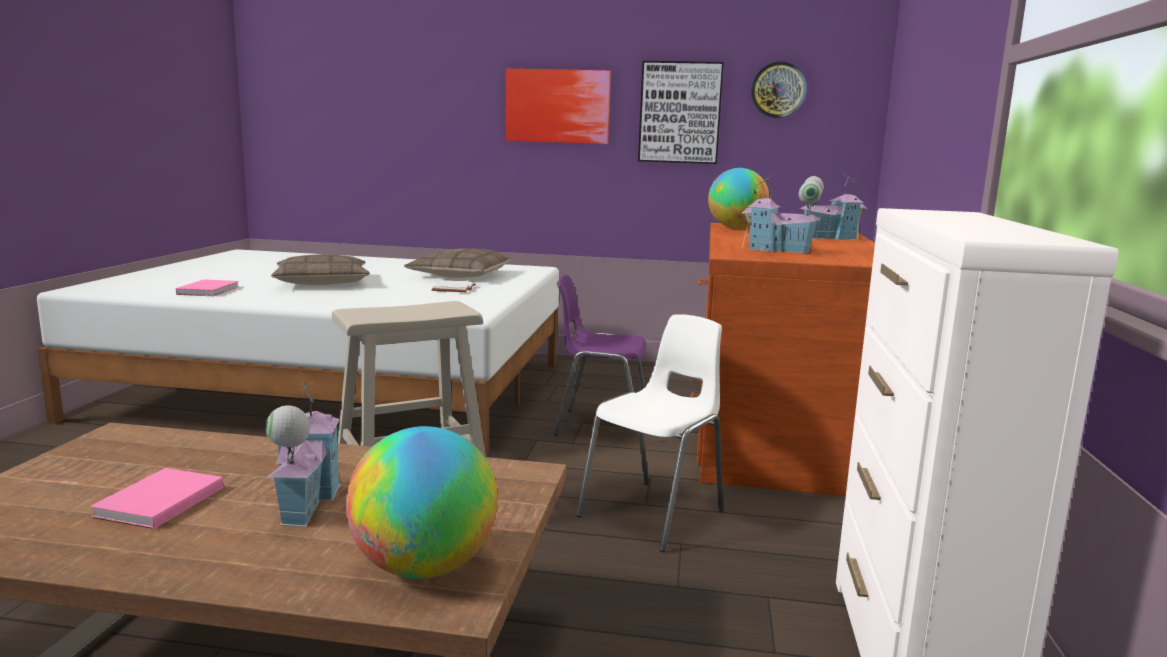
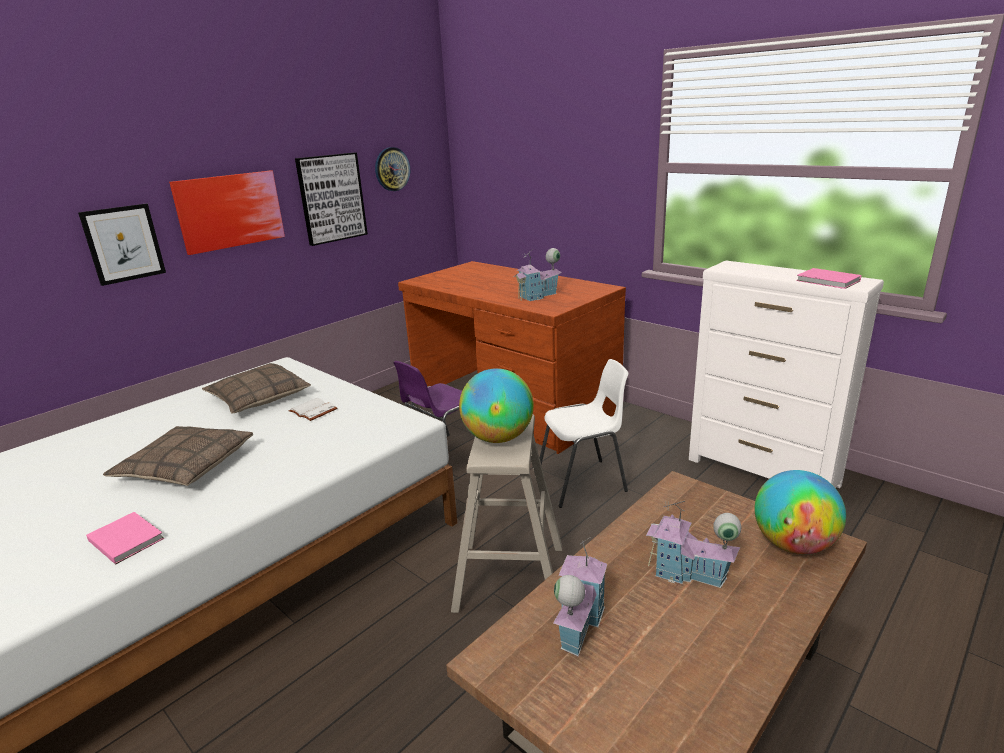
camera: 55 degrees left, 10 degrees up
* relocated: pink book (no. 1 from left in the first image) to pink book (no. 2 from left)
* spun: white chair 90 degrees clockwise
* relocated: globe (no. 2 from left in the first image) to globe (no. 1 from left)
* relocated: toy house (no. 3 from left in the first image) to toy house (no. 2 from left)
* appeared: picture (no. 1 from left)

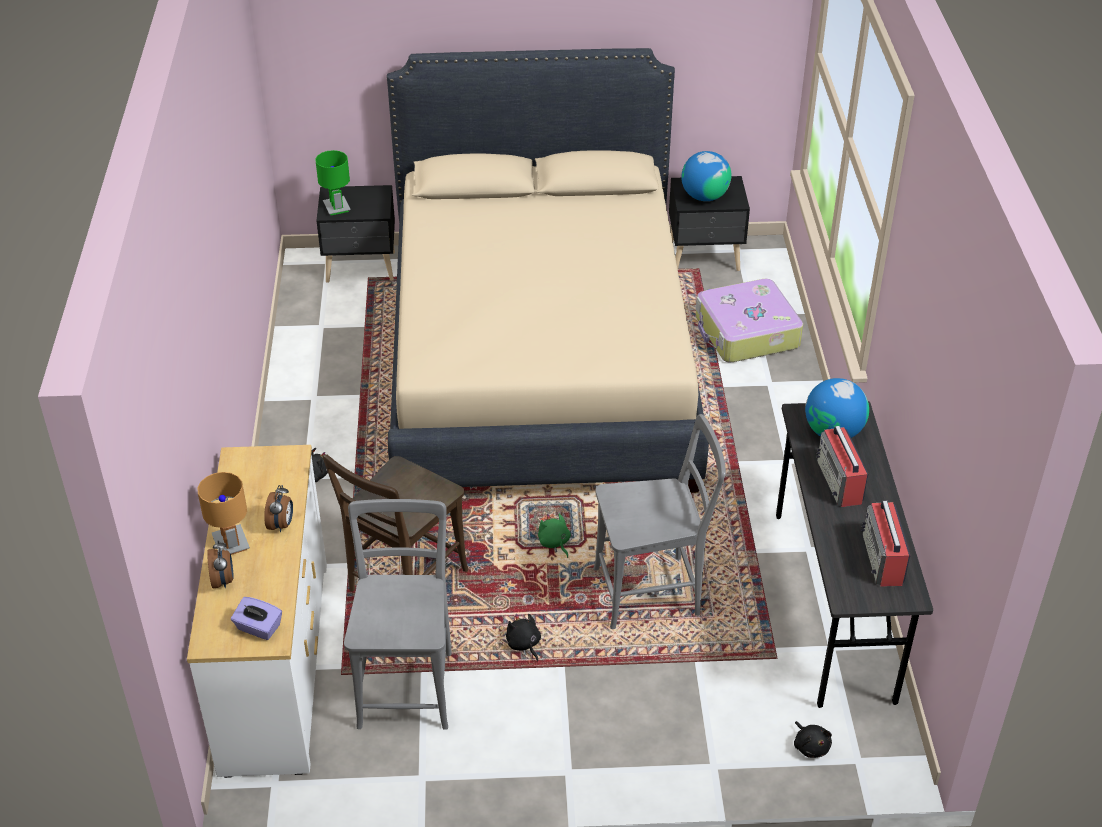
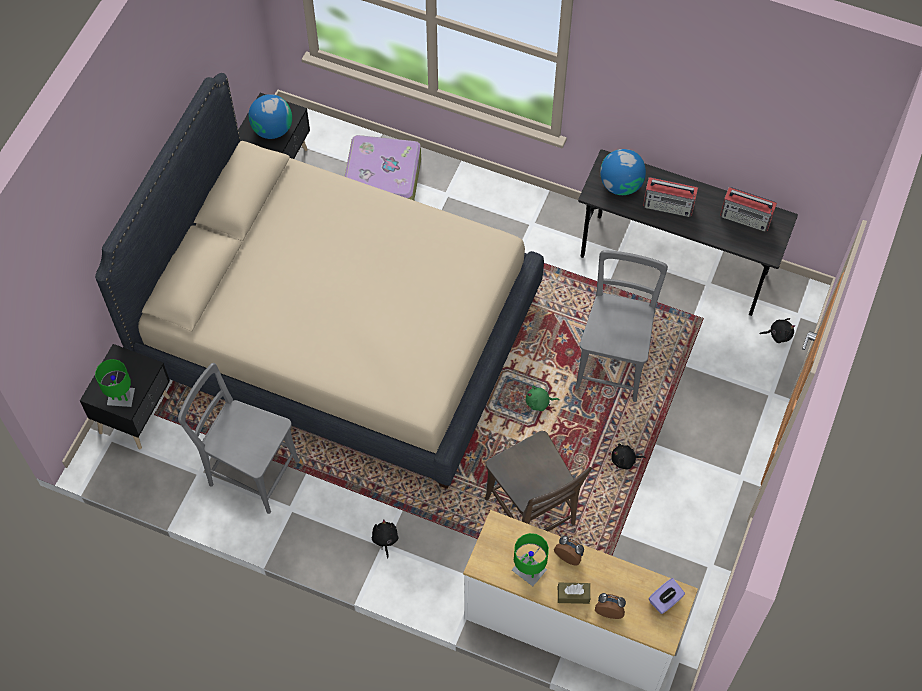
camera: 65 degrees left, 20 degrees up
* exchanged: brown table lamp to brown tissue box
* relocated: grey chair (no. 1 from left)
* appeared: green table lamp (no. 2 from left)

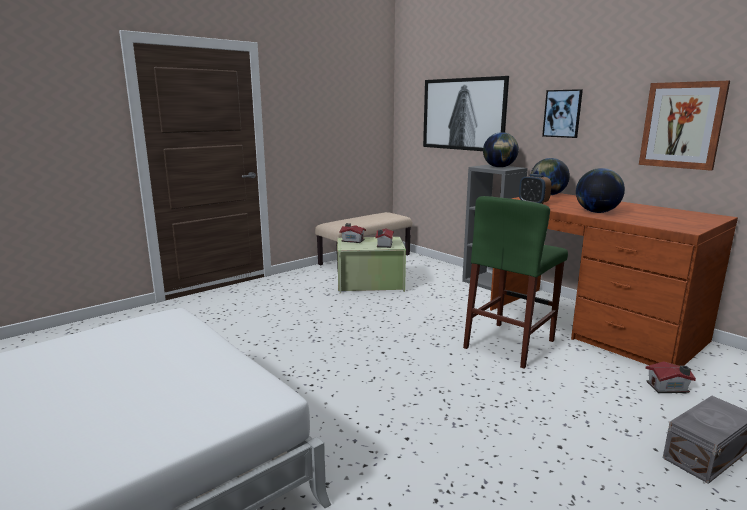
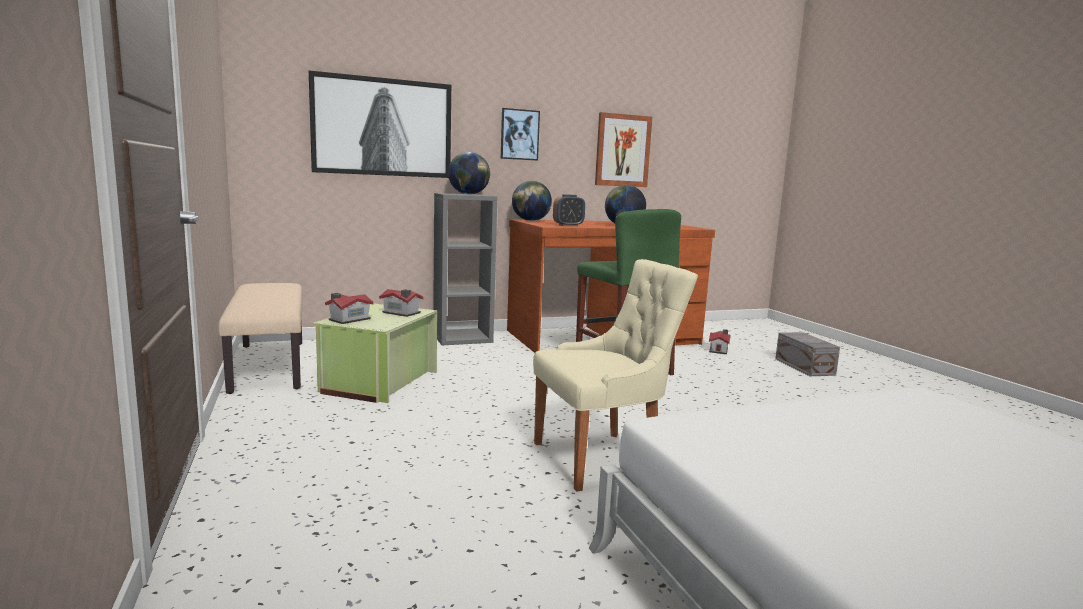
camera: 70 degrees left, 5 degrees down
* appeared: beige chair

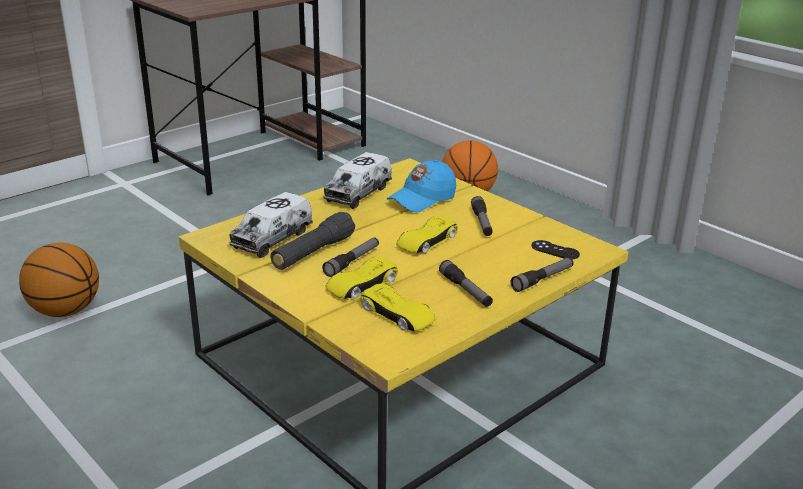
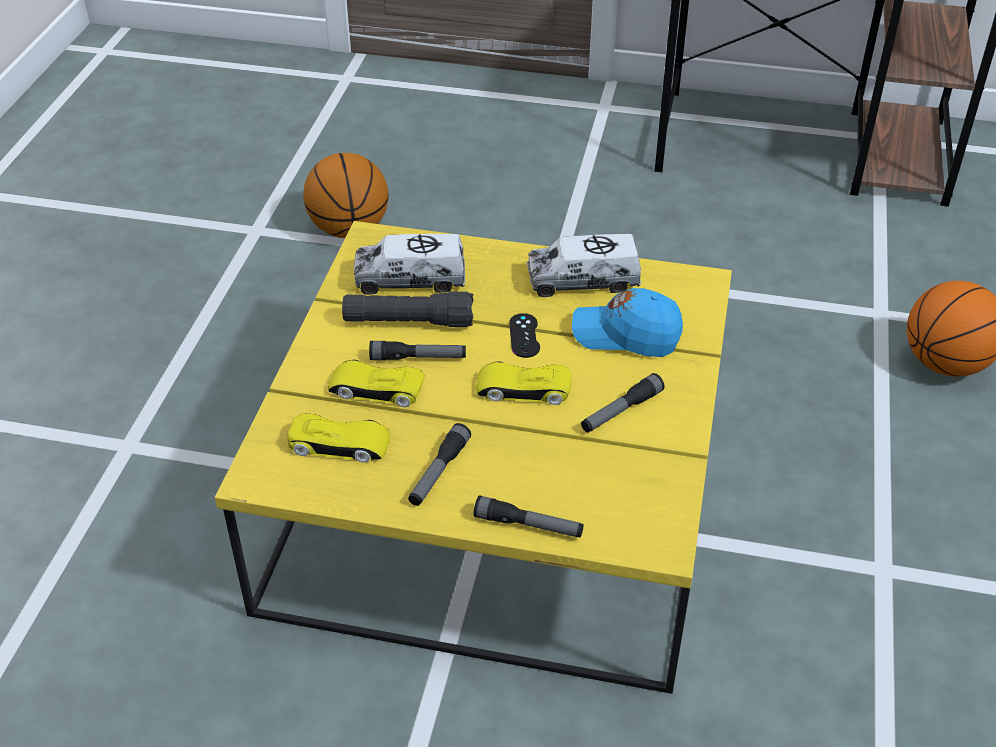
camera: 55 degrees right, 15 degrees up
* spun: yellow toy car (no. 2 from left in the first image) 90 degrees counterclockwise
* relocated: black game controller

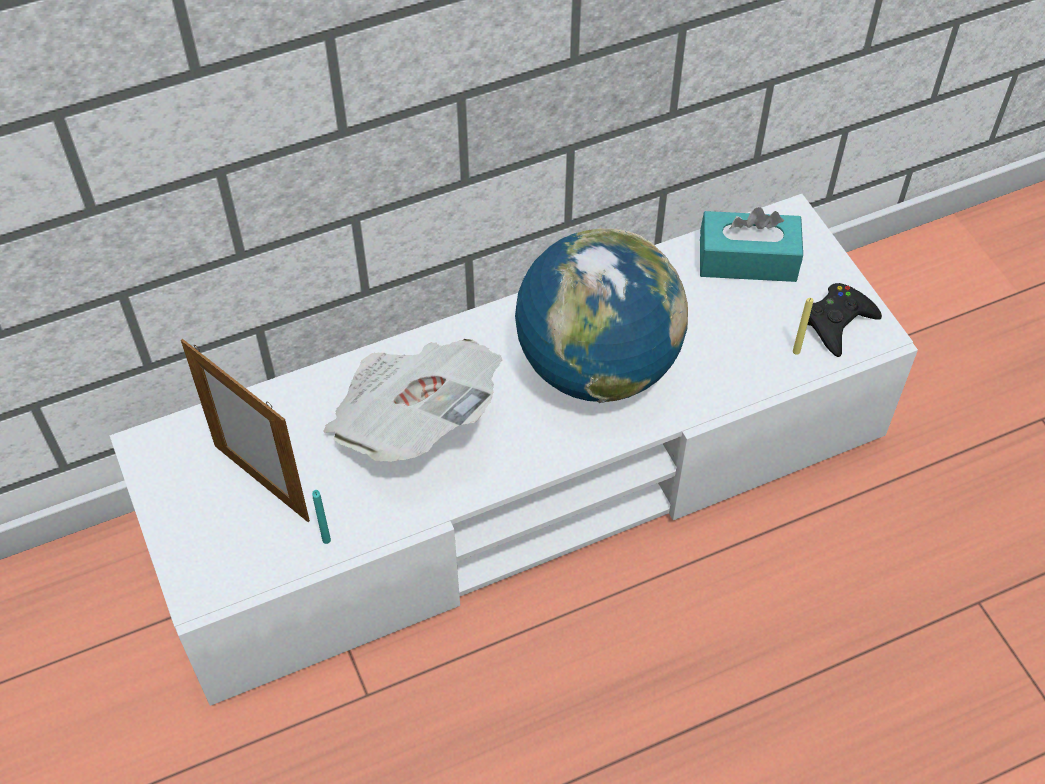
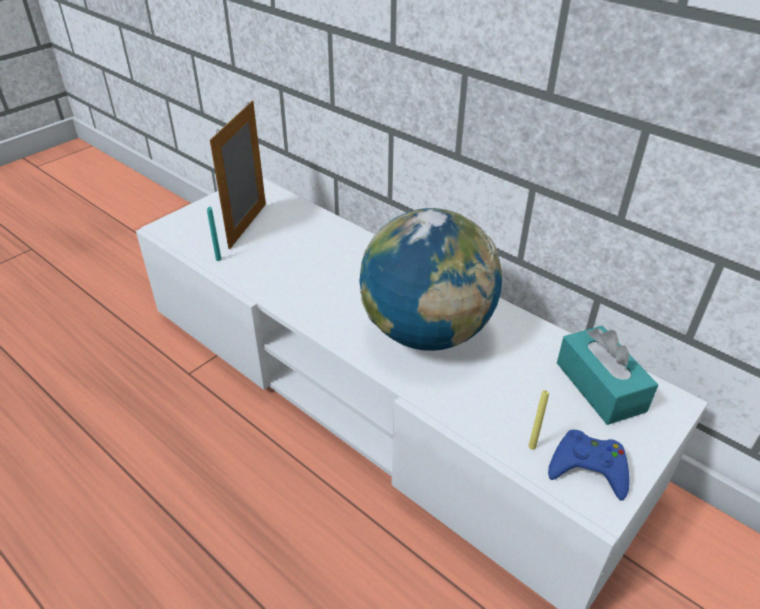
camera: 65 degrees right, 15 degrees down
* missing: newspaper
* colour: black game controller to blue game controller

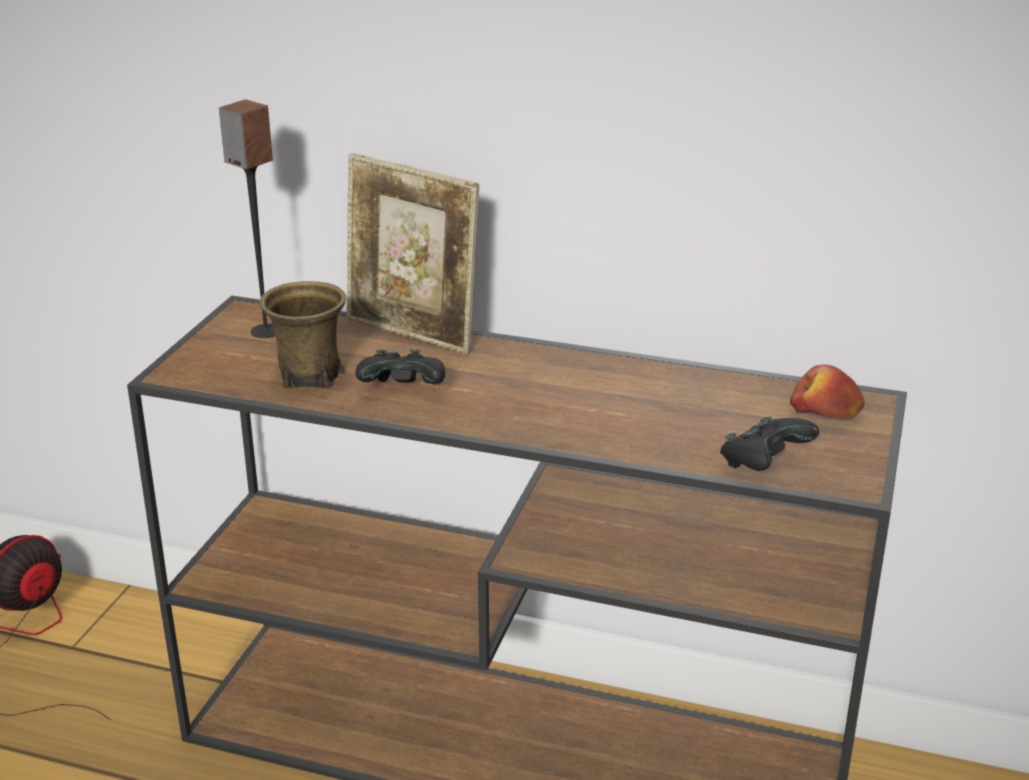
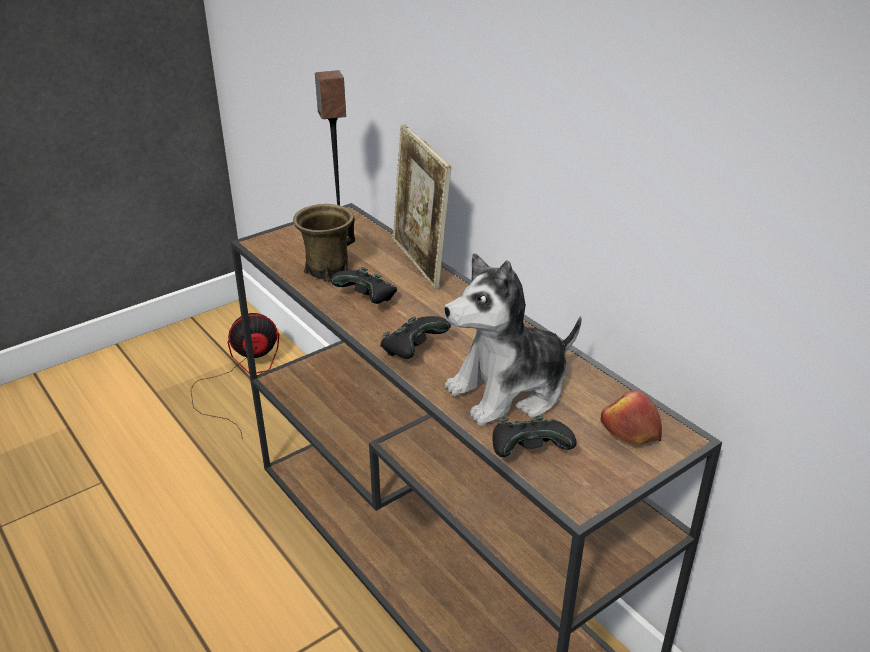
camera: 35 degrees right, 5 degrees up
* appeared: black game controller (no. 2 from left)
* appeared: plush toy

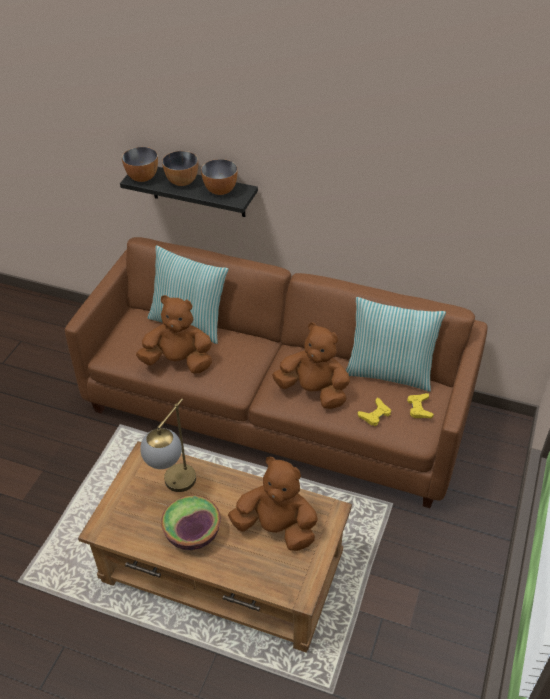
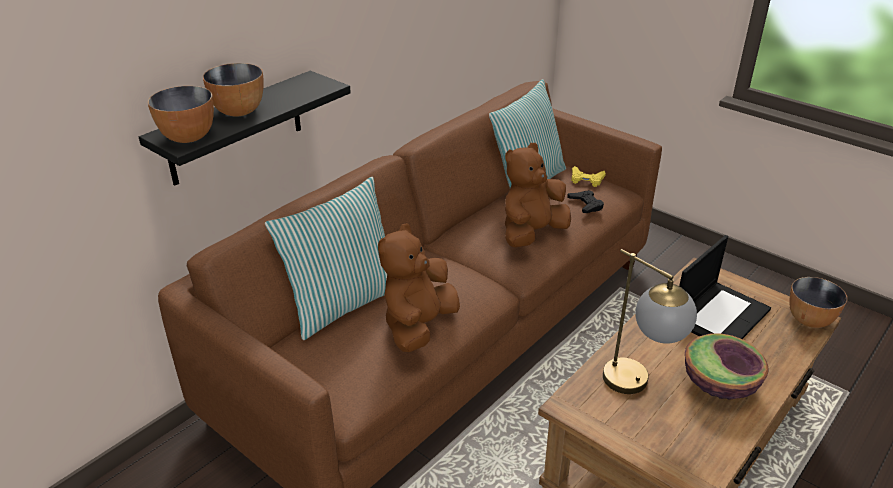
camera: 70 degrees left, 10 degrees down
* relocated: bowl (no. 4 from left)
* exchanged: brown plush toy (no. 2 from left) to laptop
* colour: yellow game controller (no. 1 from left) to black game controller

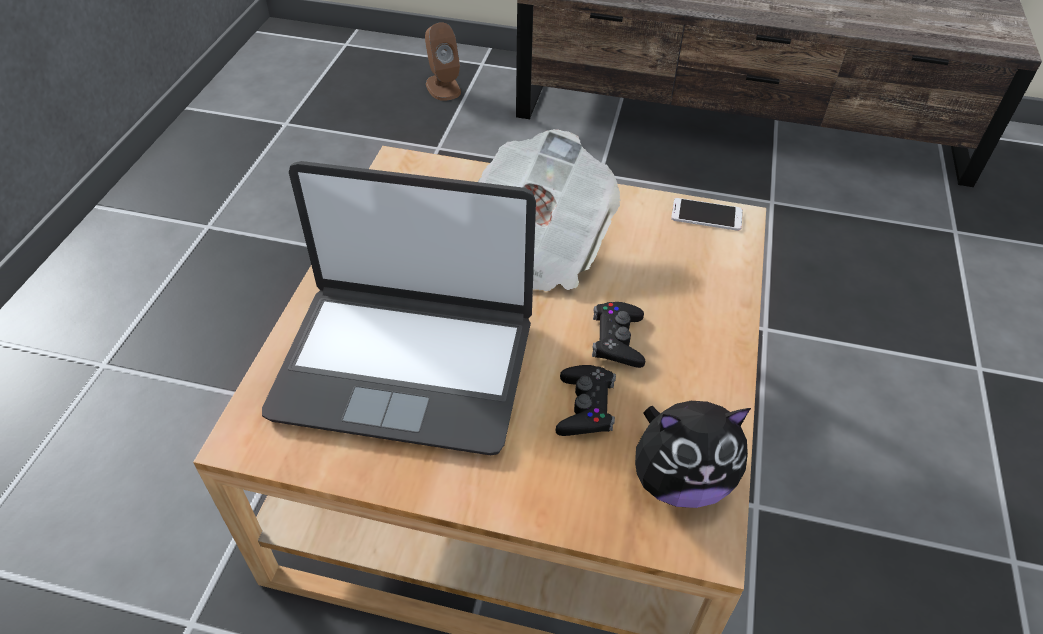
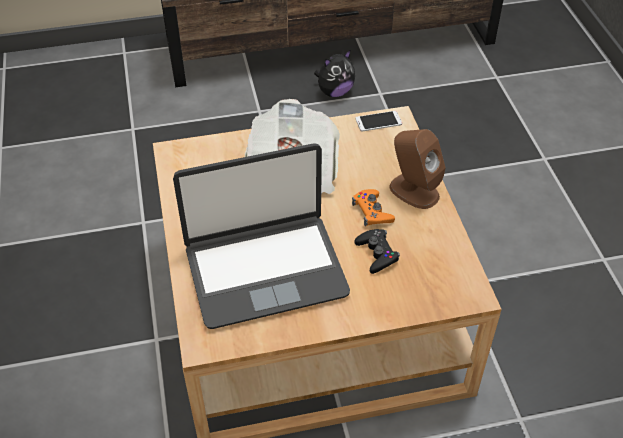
camera: 25 degrees left, 0 degrees up
* relocated: brown speaker
* colour: black game controller (no. 2 from left) to orange game controller
* relocated: plush toy

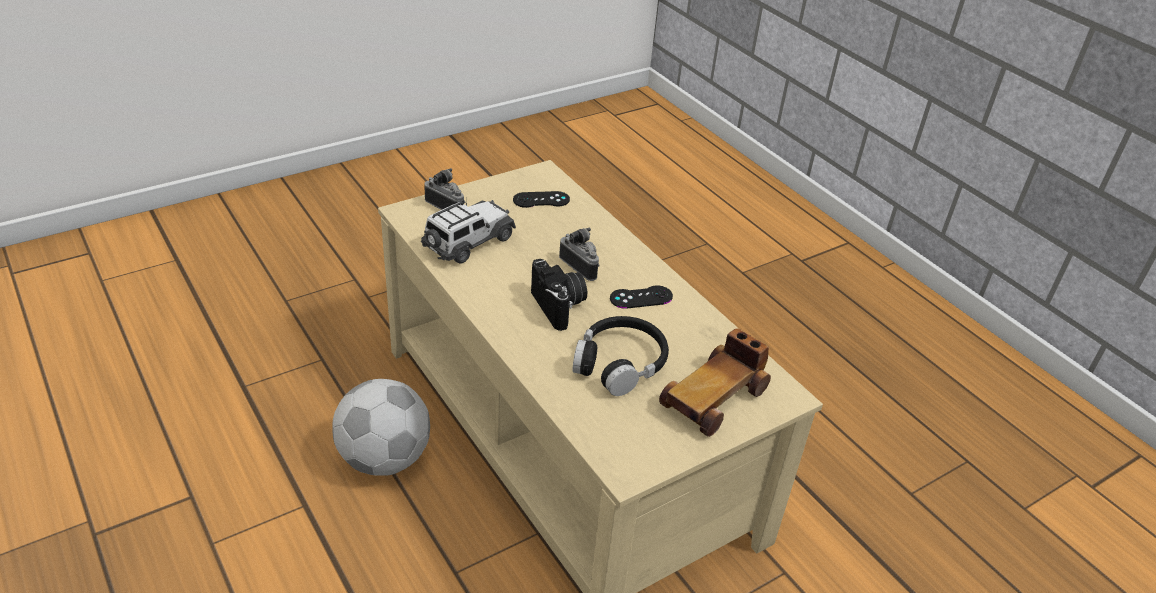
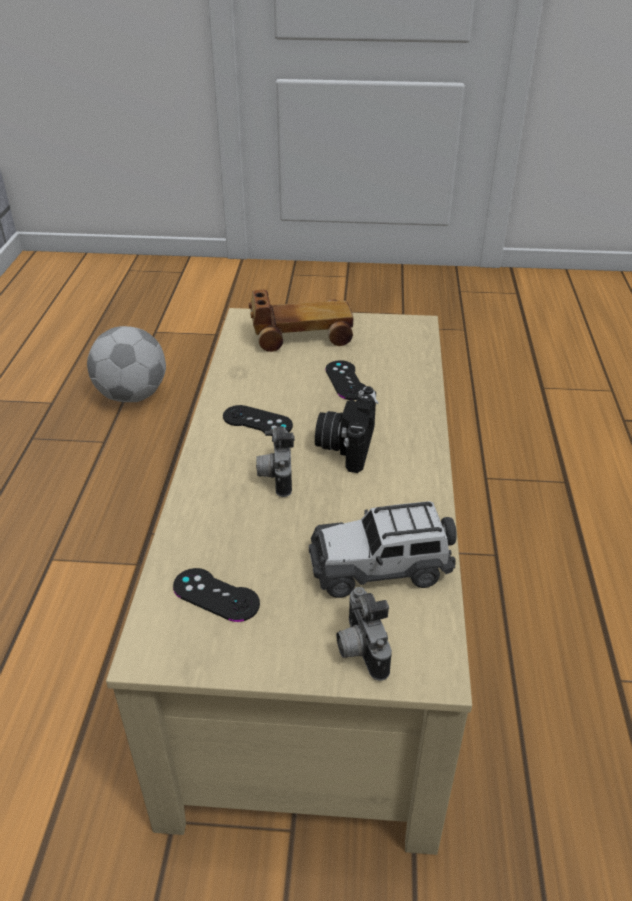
camera: 140 degrees left, 0 degrees up
* relocated: football
* exchanged: black headphones to black game controller (no. 3 from left)

